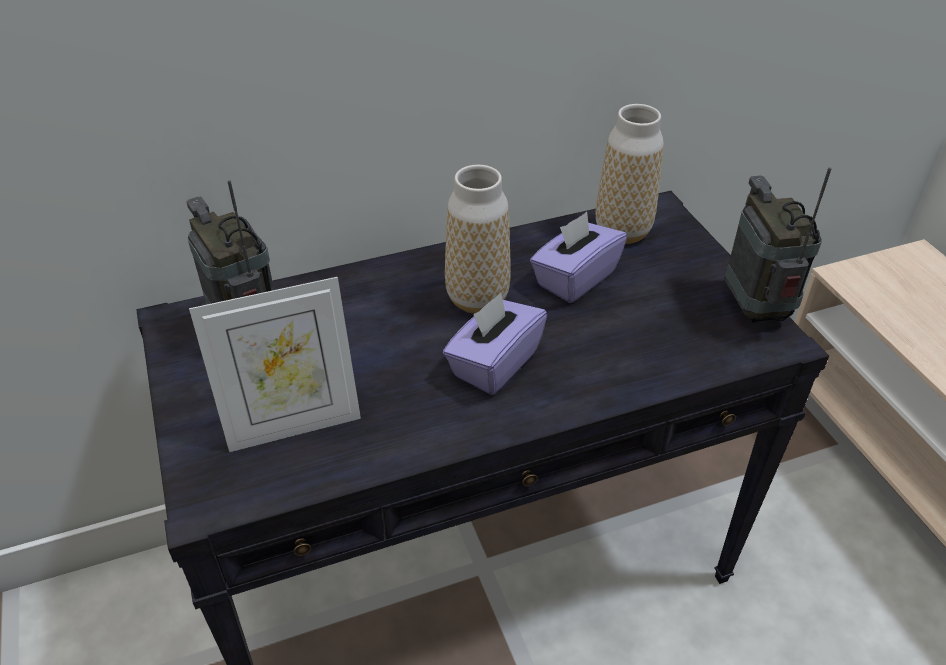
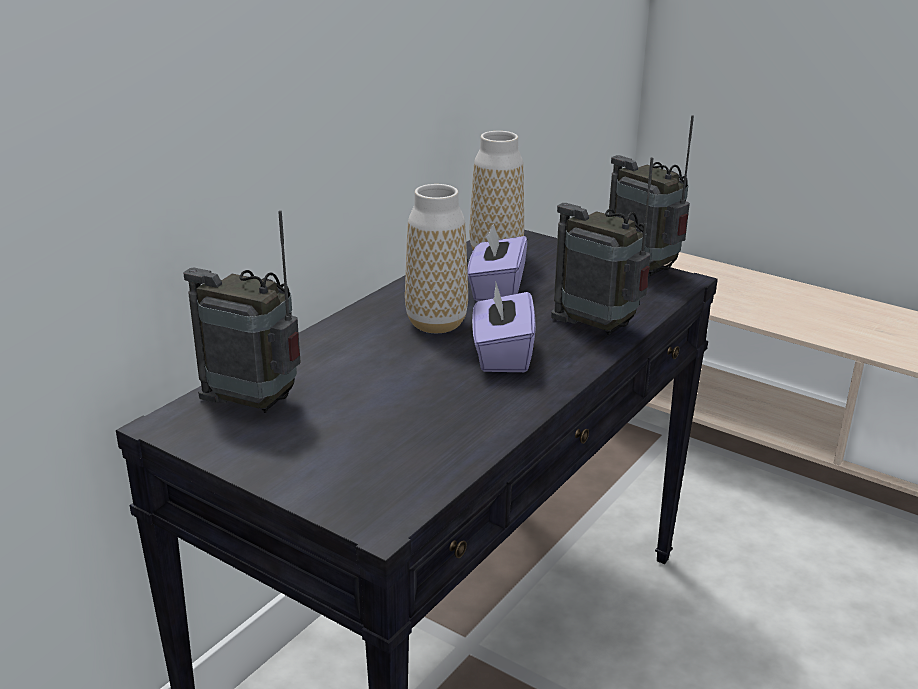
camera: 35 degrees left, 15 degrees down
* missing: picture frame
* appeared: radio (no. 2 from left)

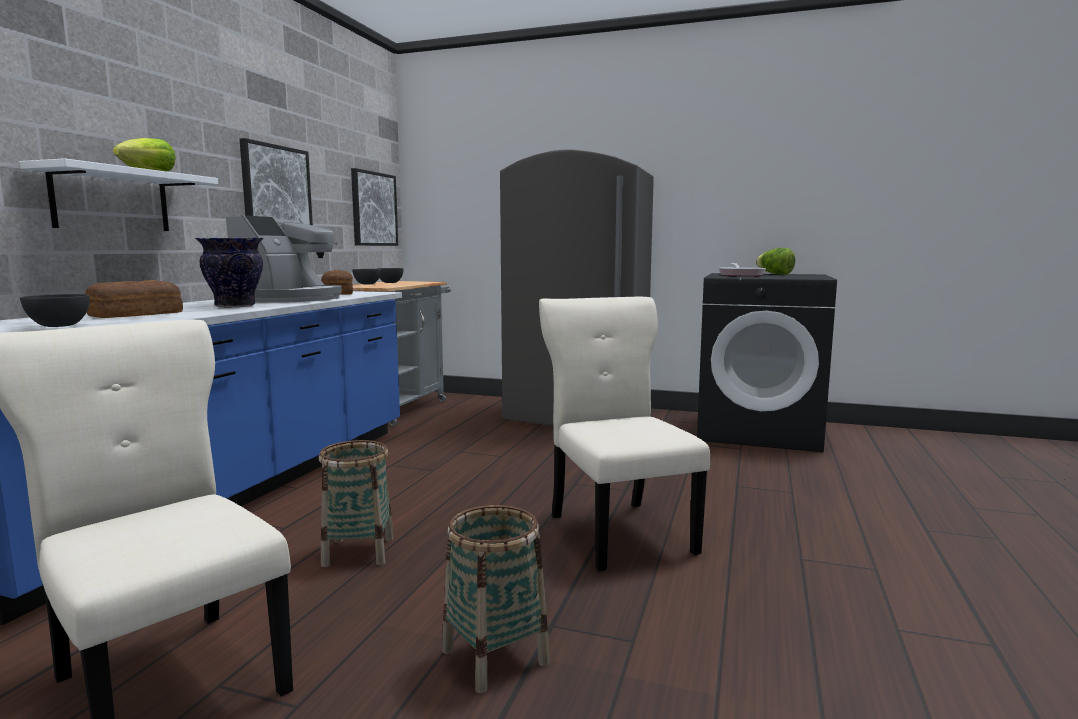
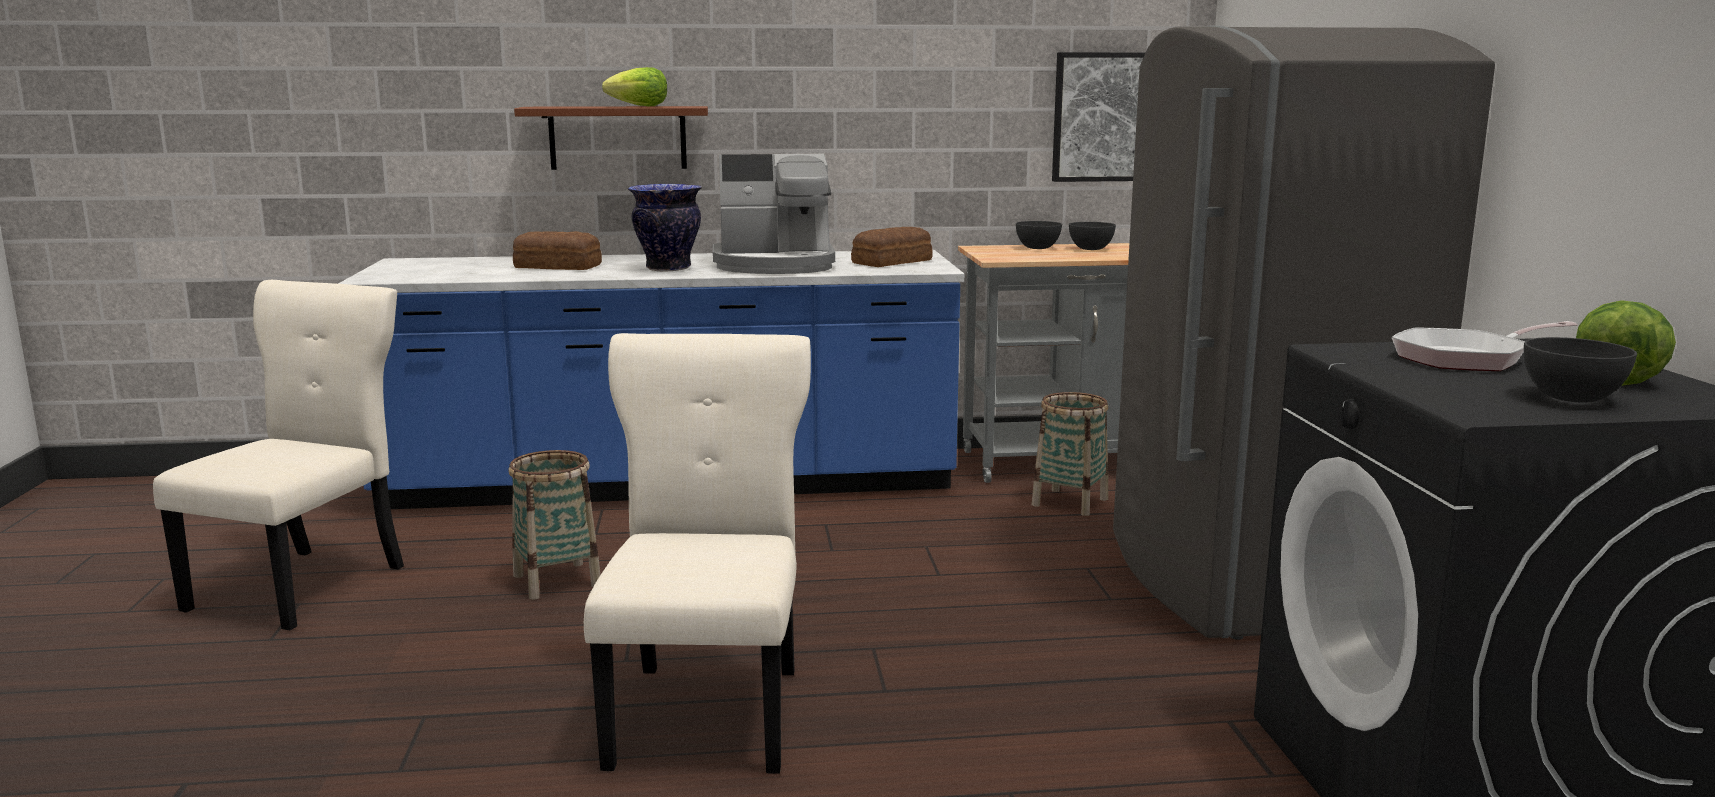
camera: 65 degrees right, 5 degrees up
* colour: white shelf to brown shelf
* relocated: grey bowl (no. 1 from left in the first image) to grey bowl (no. 3 from left)
* missing: picture (no. 1 from left)
* relocated: basket (no. 2 from left)
* spun: beige chair (no. 2 from left) 45 degrees counterclockwise

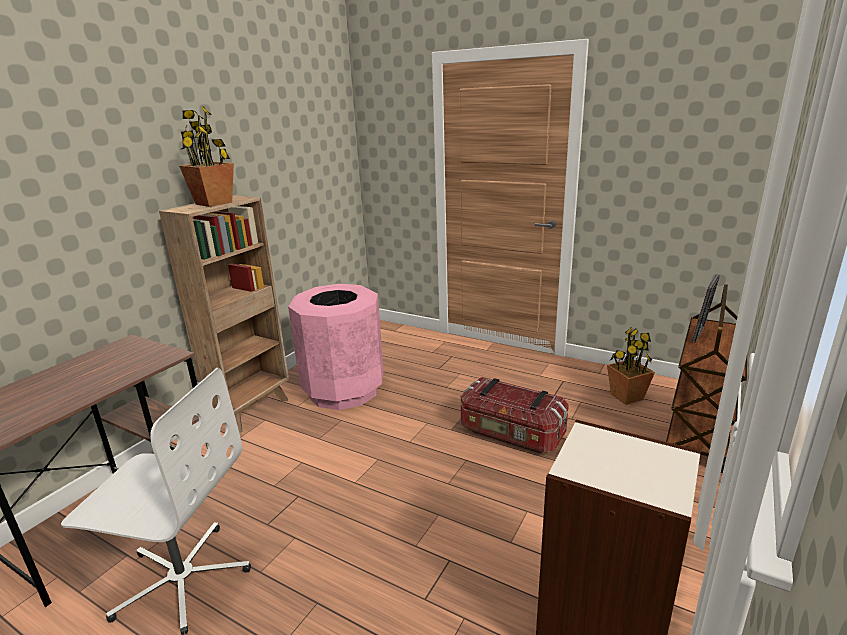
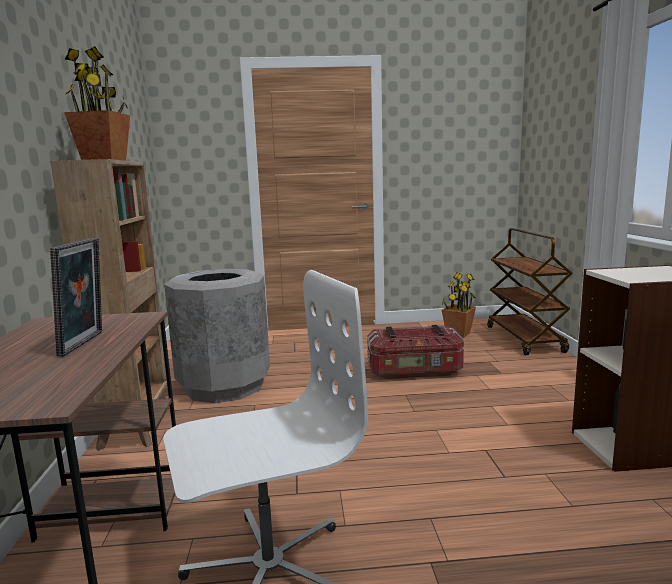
camera: 35 degrees left, 10 degrees down
* colour: pink trash can to grey trash can
* relocated: picture frame

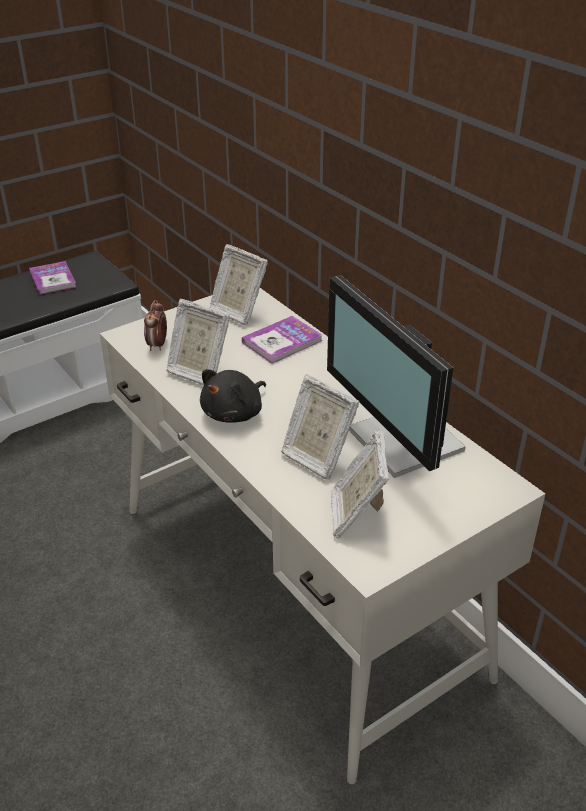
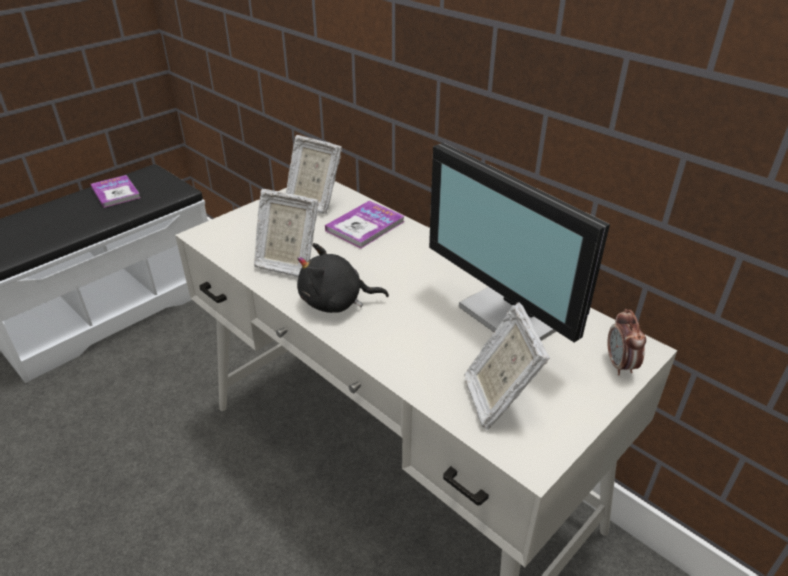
camera: 10 degrees left, 0 degrees up
* relocated: alarm clock
* spun: black plush toy 60 degrees clockwise
* missing: picture frame (no. 3 from left)

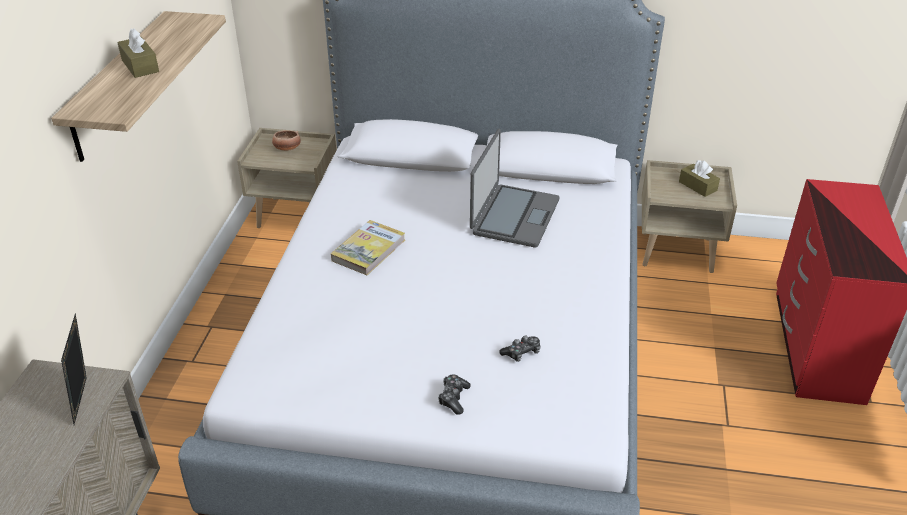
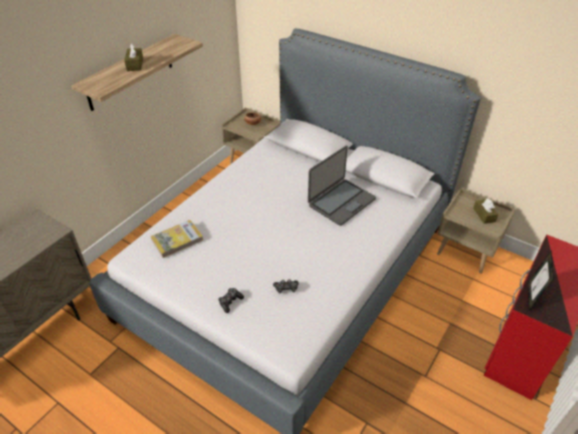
camera: 25 degrees right, 5 degrees up
* relocated: picture frame
* relocated: book

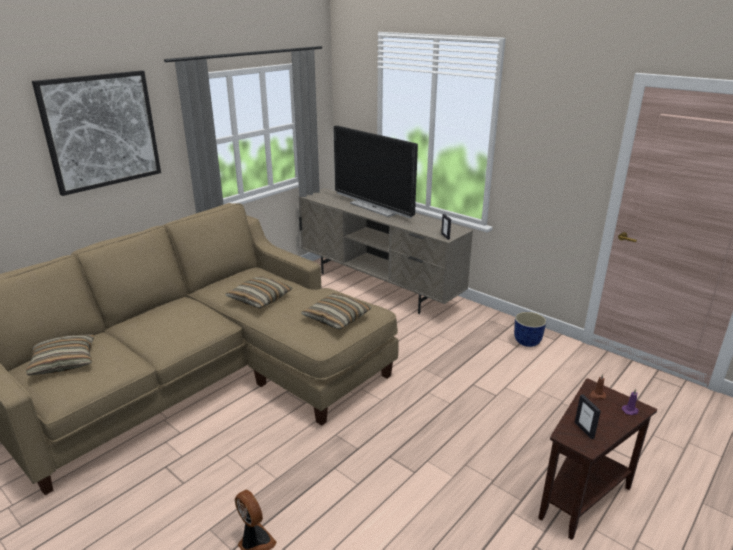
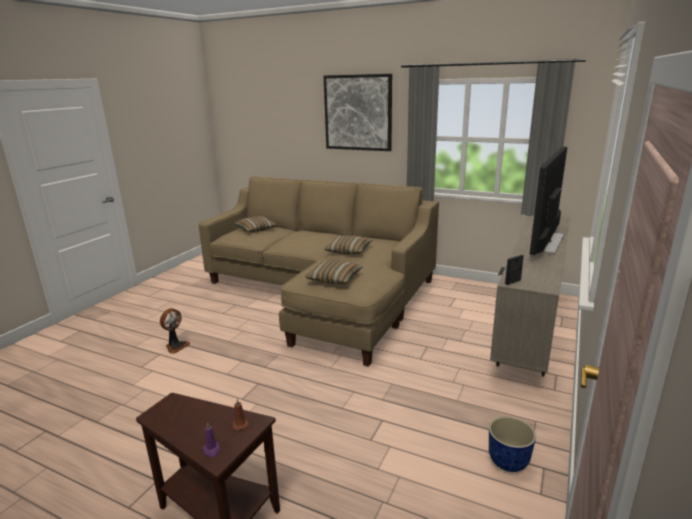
camera: 75 degrees right, 5 degrees down
* missing: picture frame (no. 2 from left)

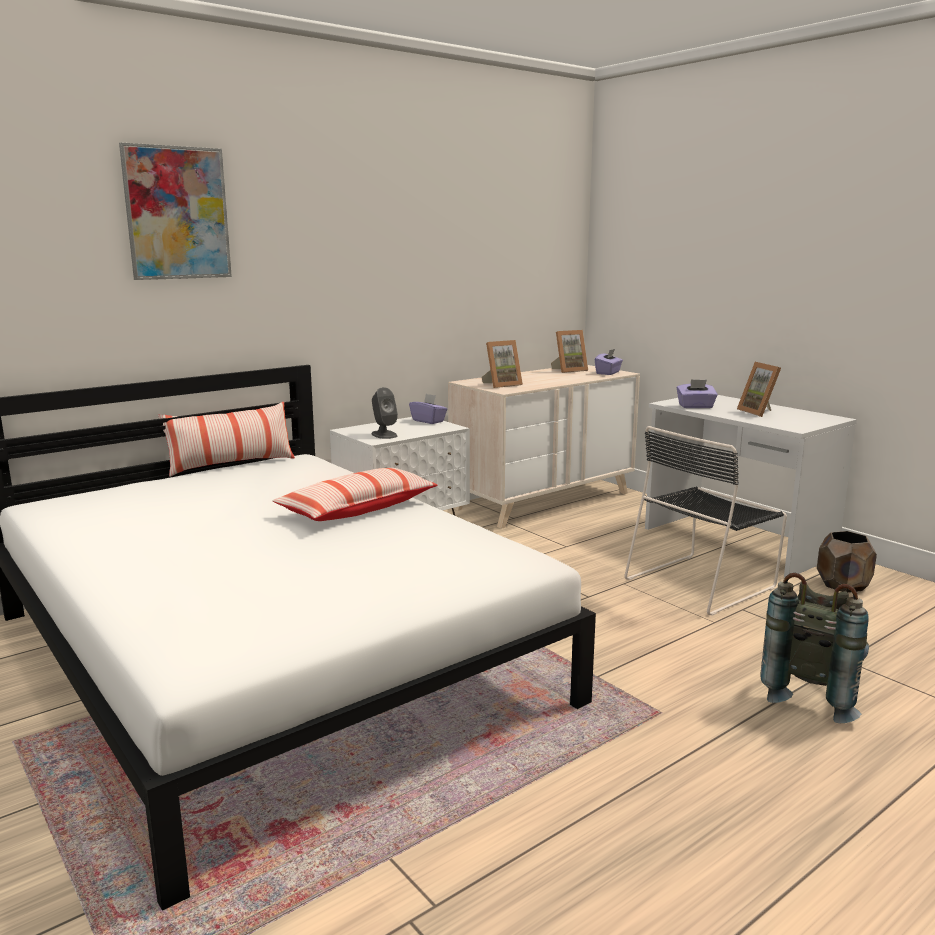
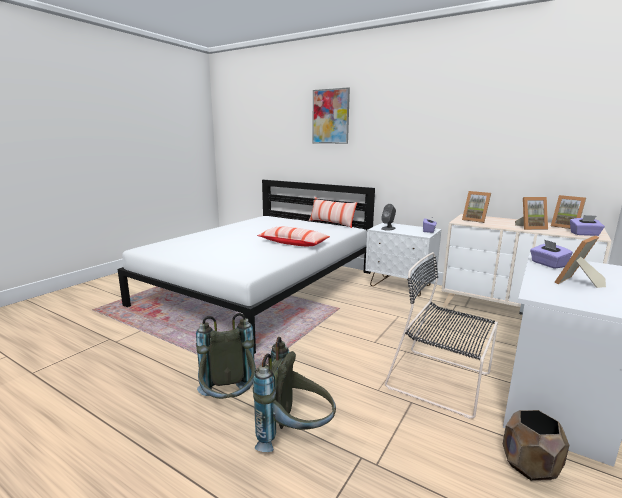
camera: 70 degrees right, 0 degrees up
* appeared: grey backpack (no. 1 from left)
* appeared: picture frame (no. 2 from left)

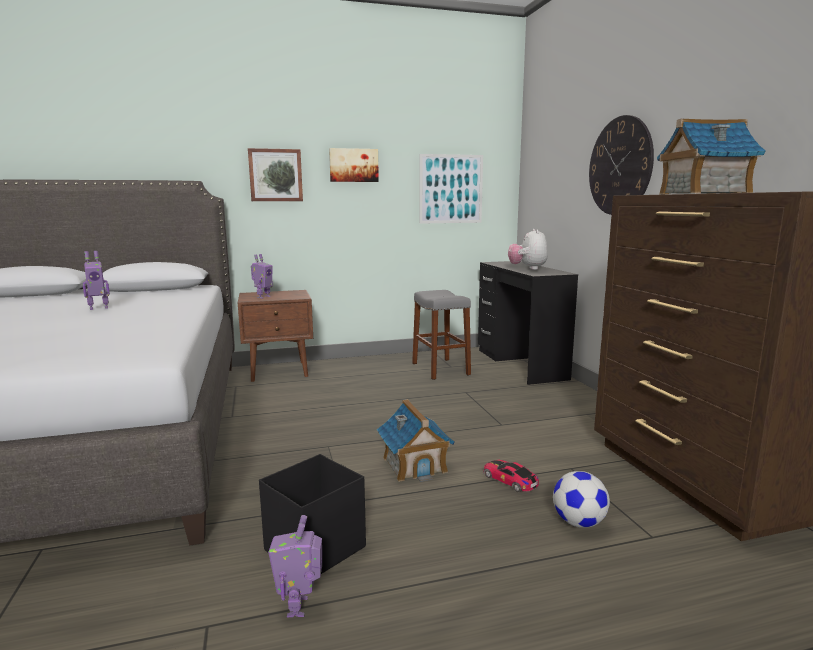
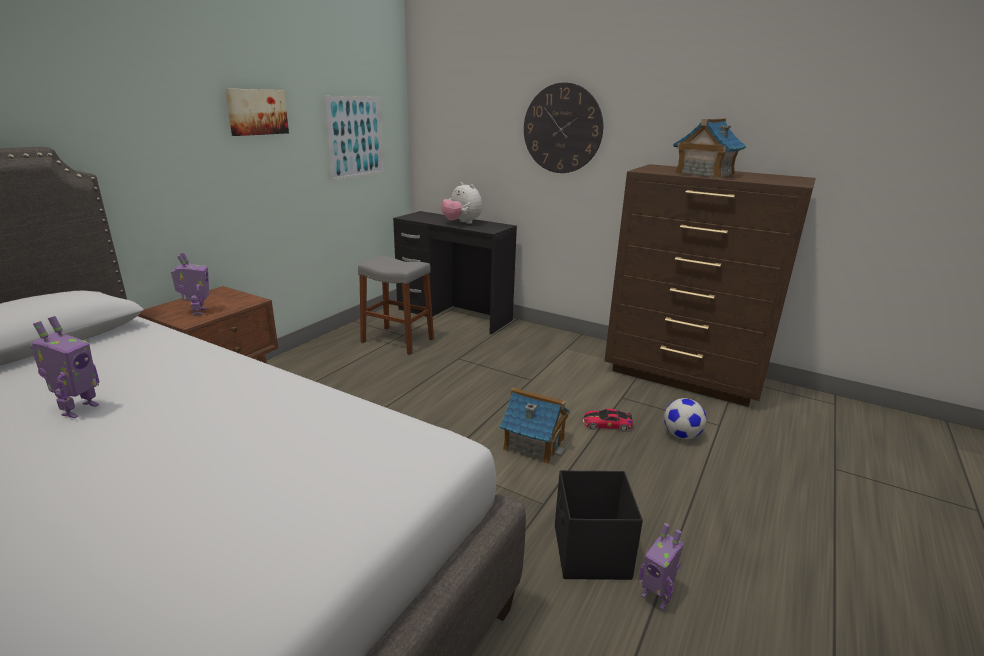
camera: 45 degrees left, 10 degrees up
* missing: picture (no. 1 from left)

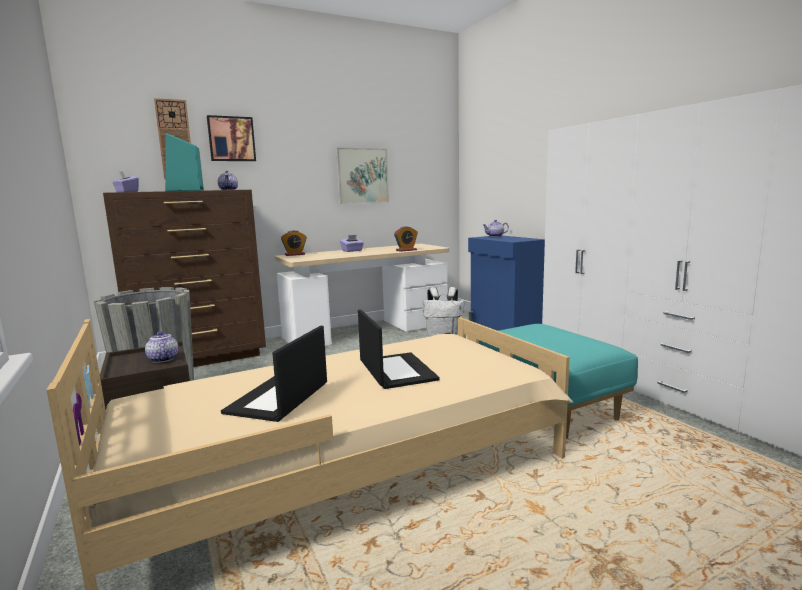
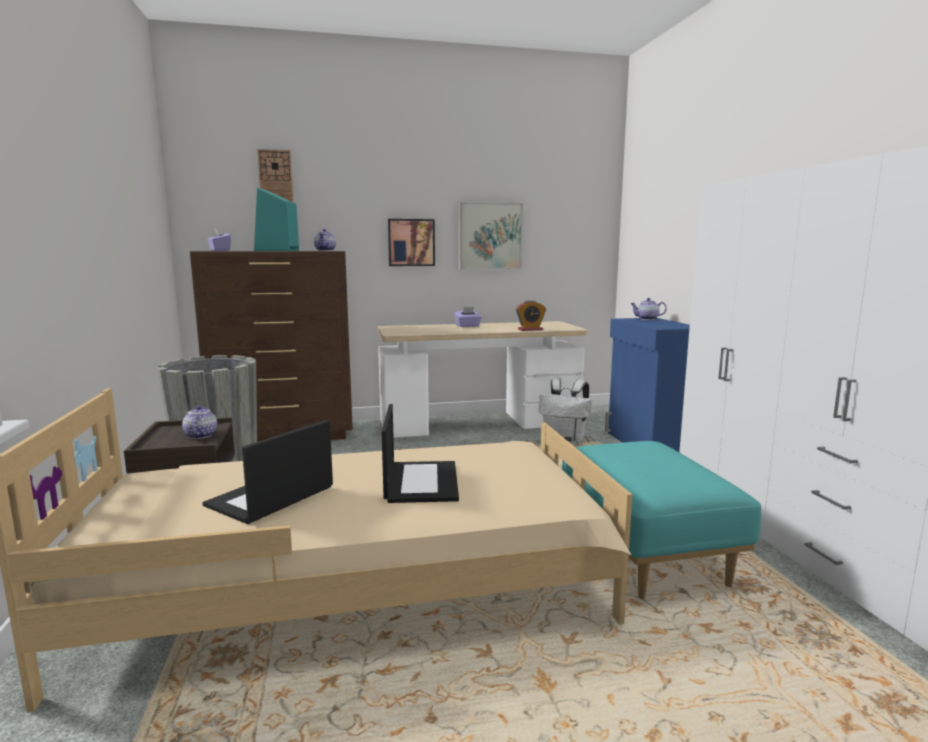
camera: 15 degrees right, 0 degrees up
* relocated: picture (no. 1 from left)
* missing: alarm clock (no. 1 from left)

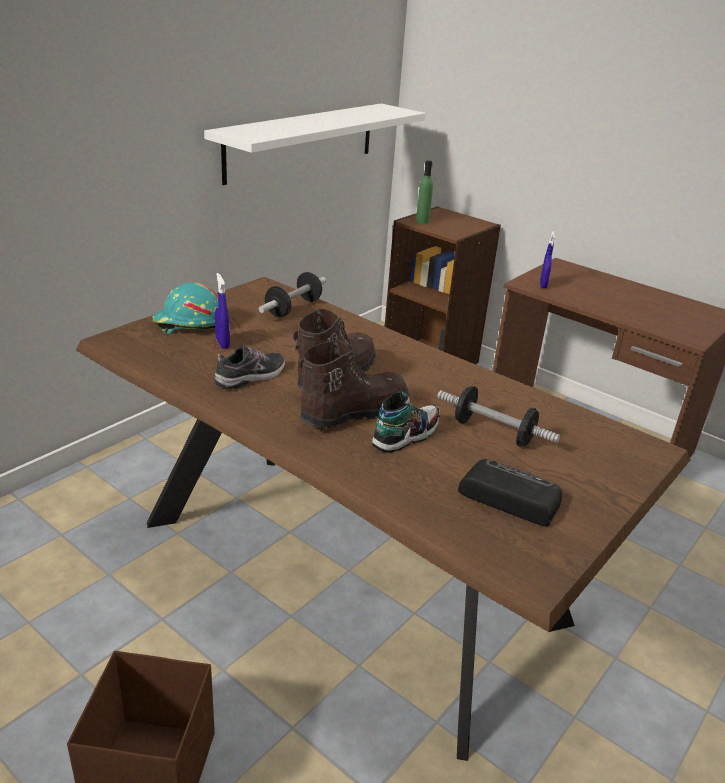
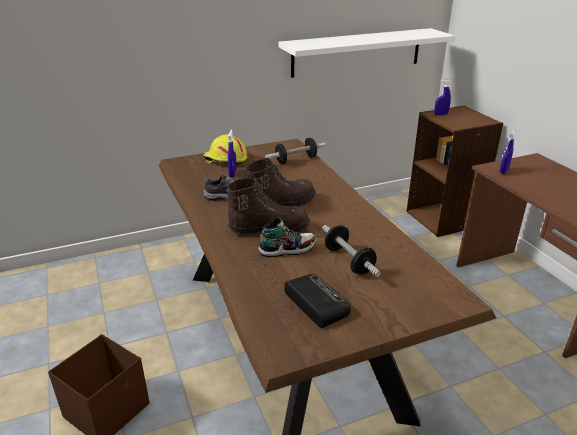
camera: 30 degrees right, 0 degrees up
* colour: turquoise hard hat to yellow hard hat
* exchanged: green bottle to blue spray bottle (no. 2 from left)

